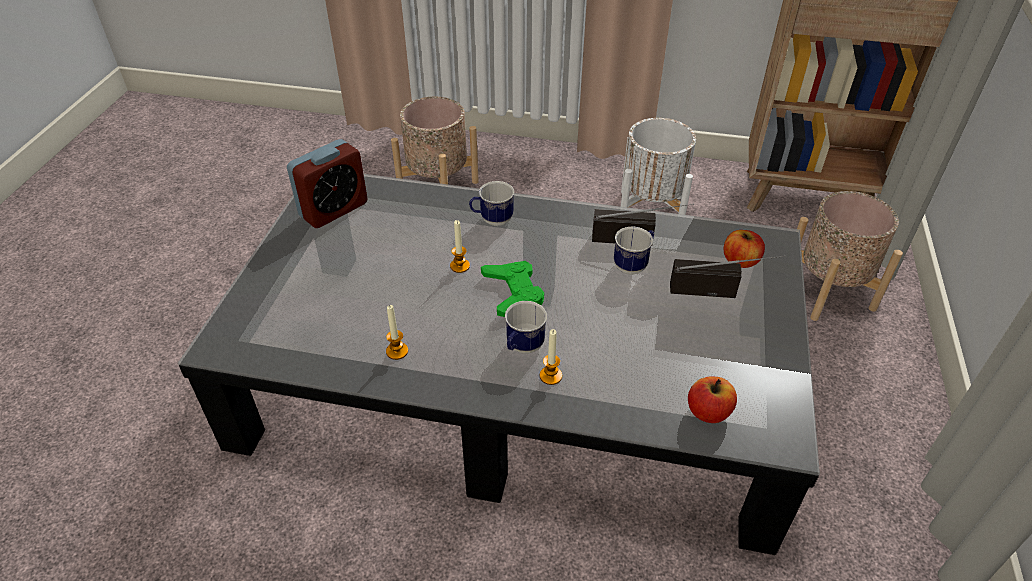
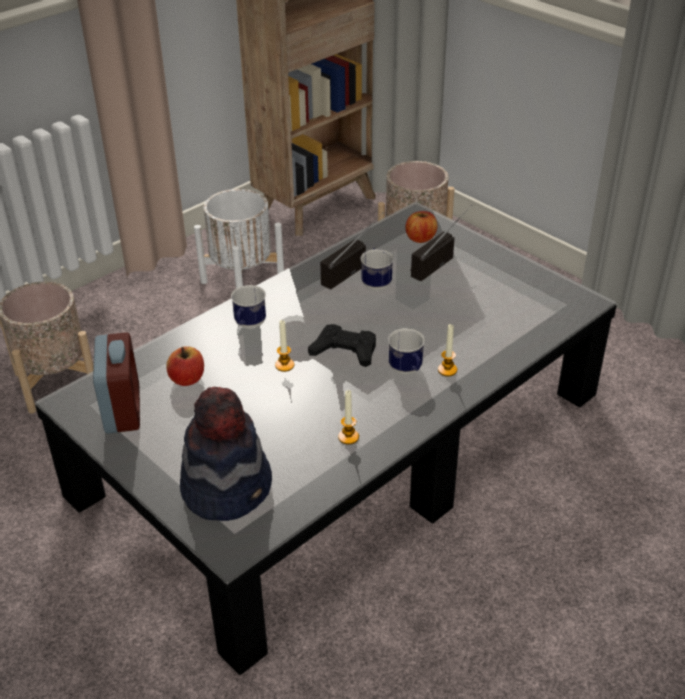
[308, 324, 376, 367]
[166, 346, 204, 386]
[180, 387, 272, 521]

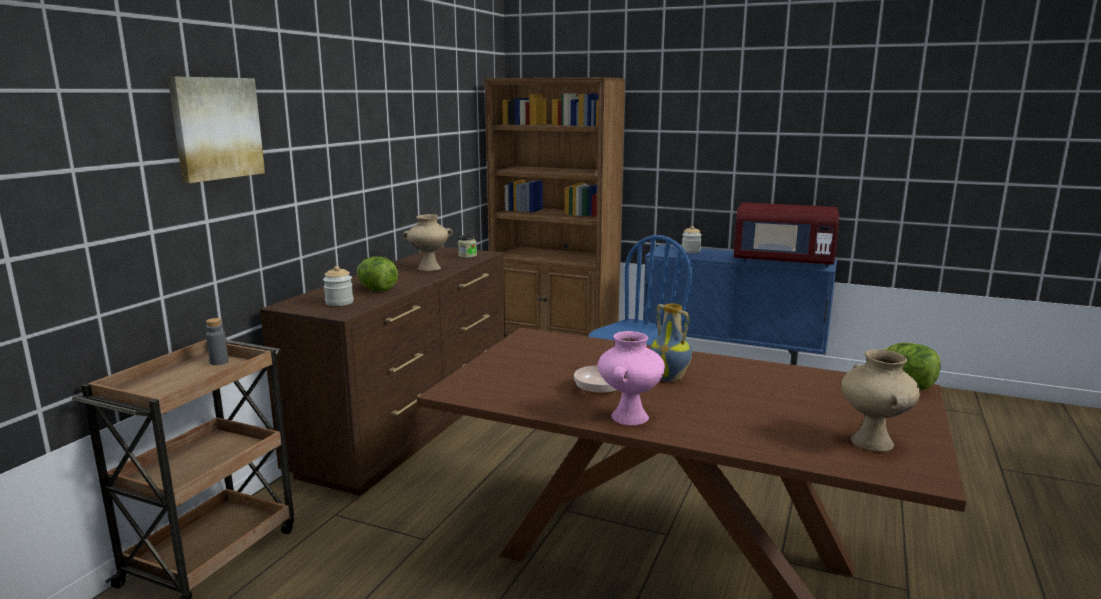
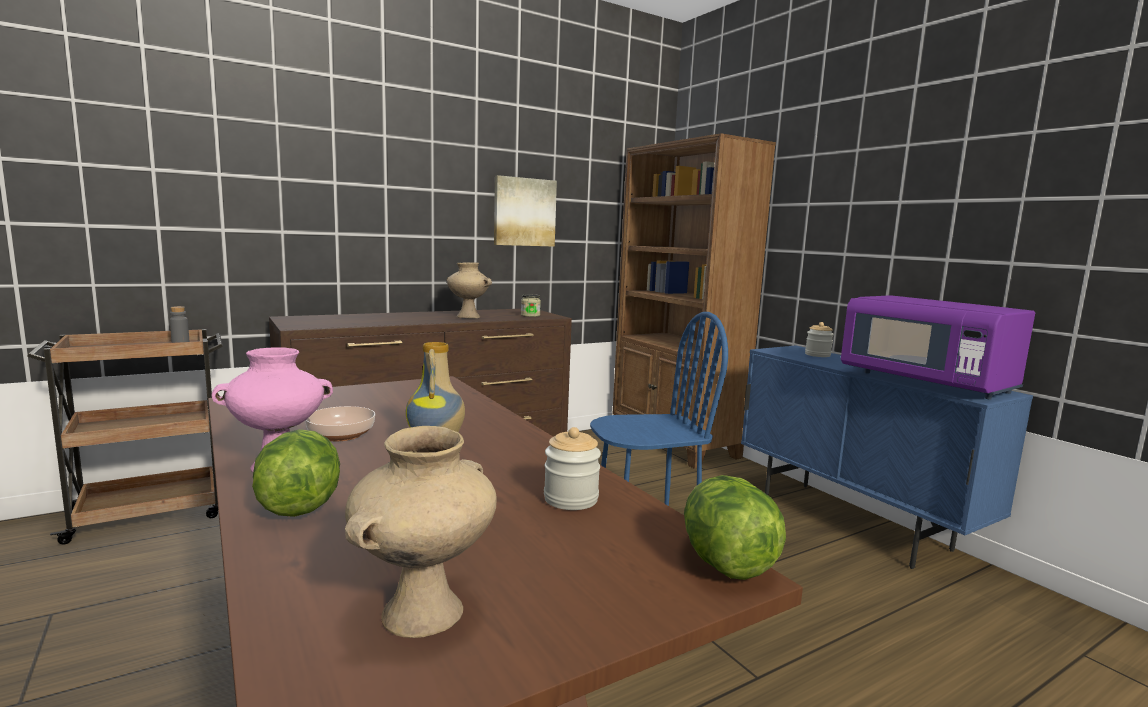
[494, 175, 557, 247]
[544, 427, 601, 510]
[252, 429, 340, 517]
[841, 295, 1035, 399]

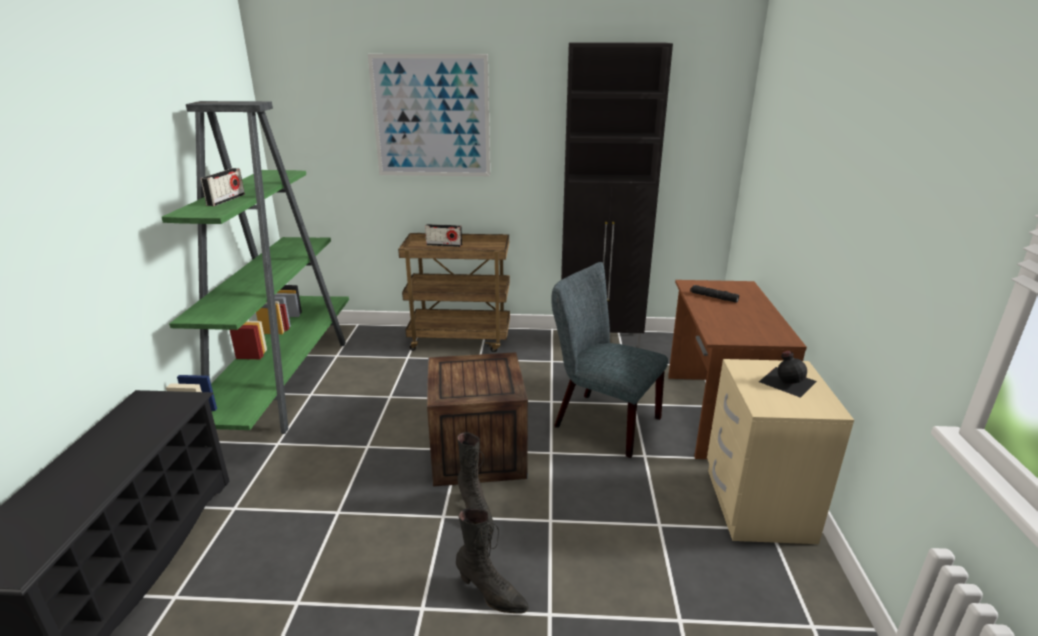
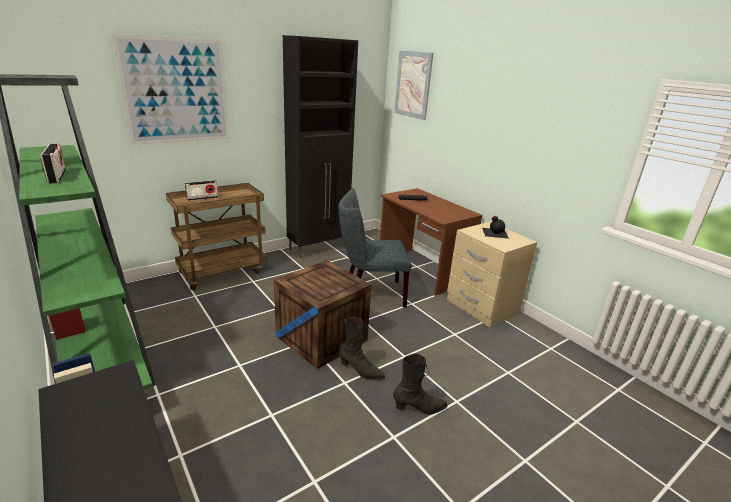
[394, 51, 433, 120]

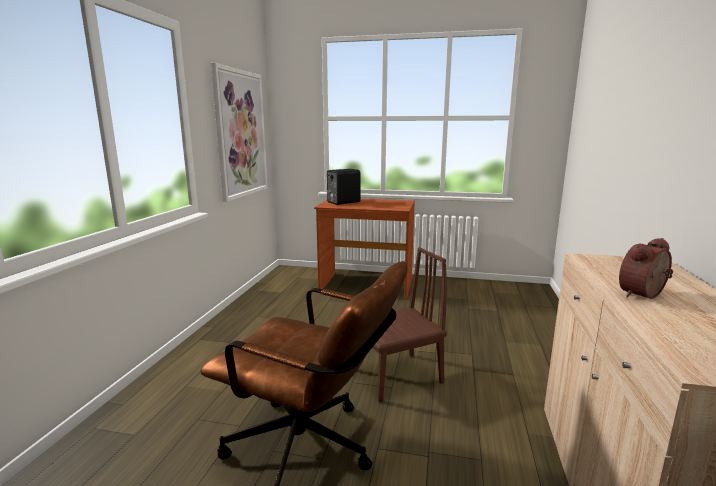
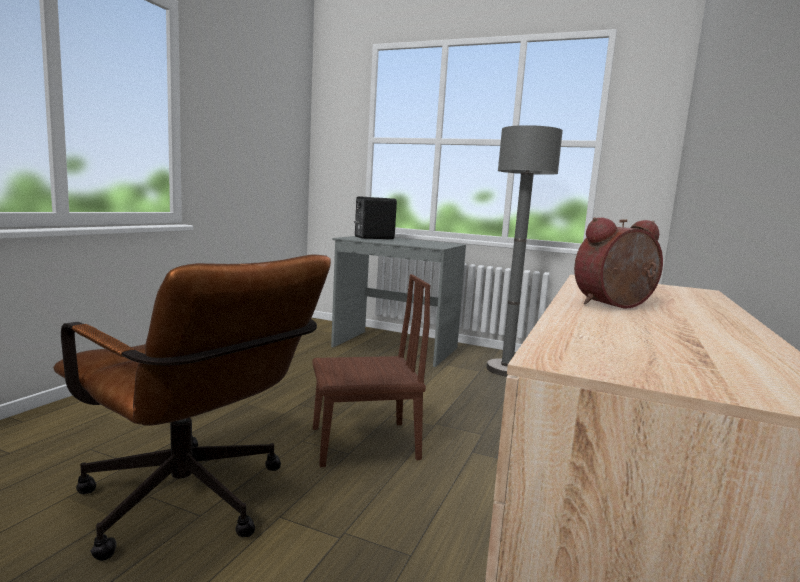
[211, 63, 268, 202] (first image)
[331, 236, 466, 367]
[486, 125, 563, 377]

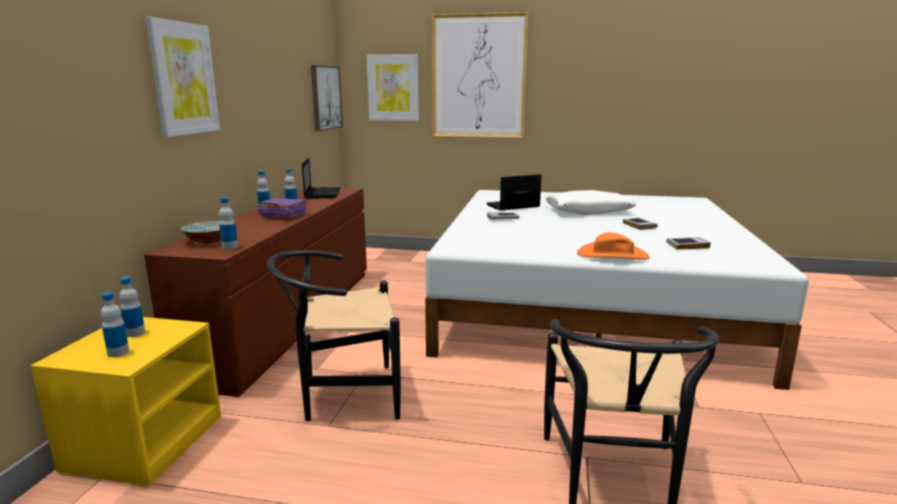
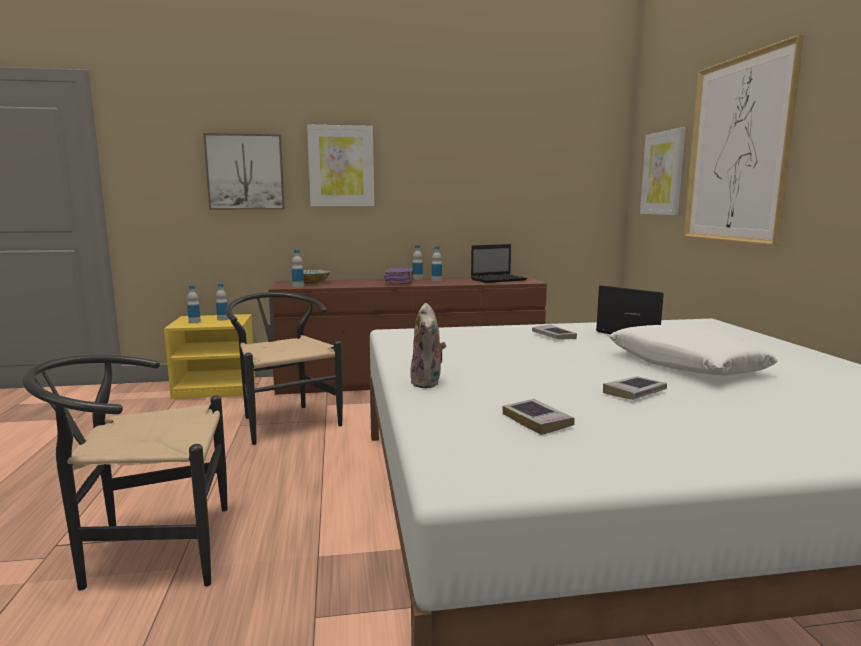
[203, 133, 285, 210]
[410, 303, 446, 388]

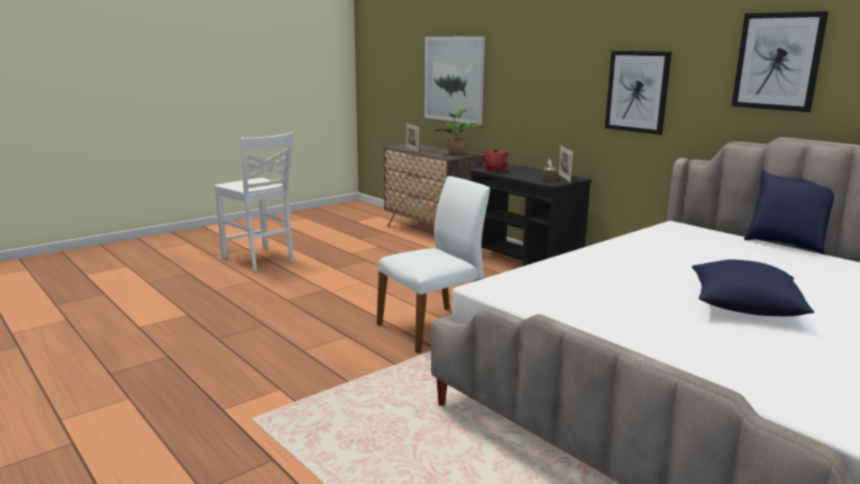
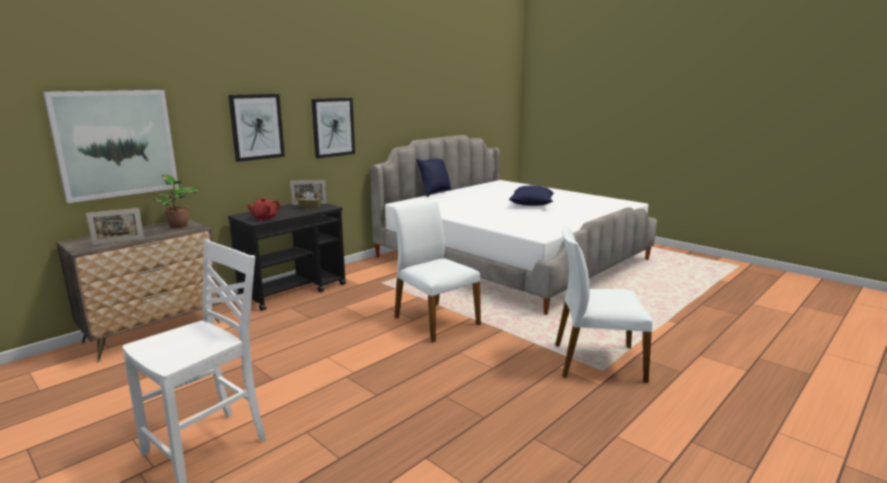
[228, 94, 285, 162]
[555, 225, 653, 383]

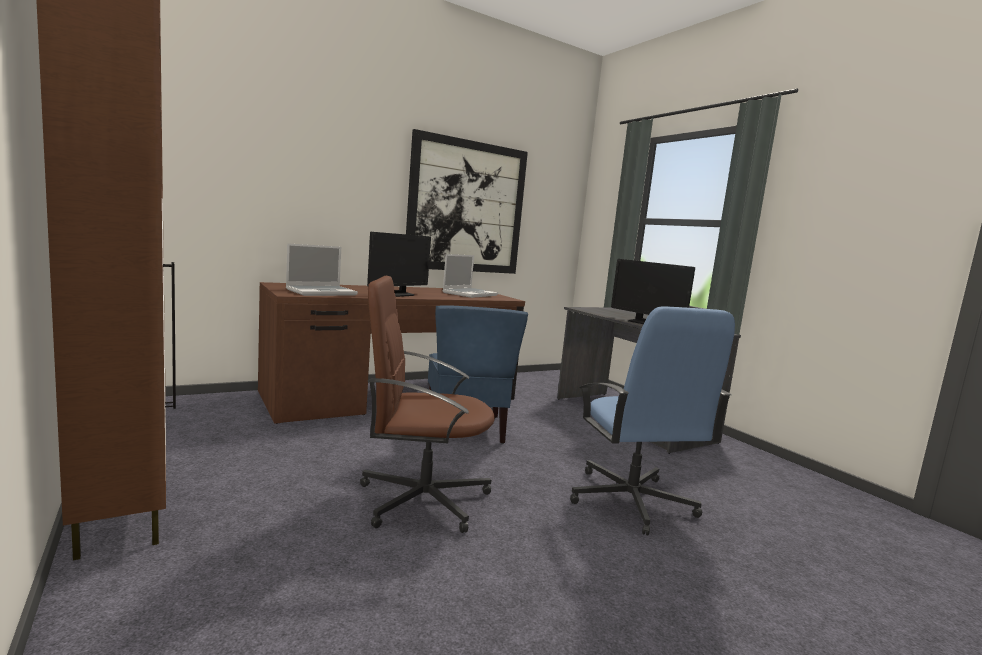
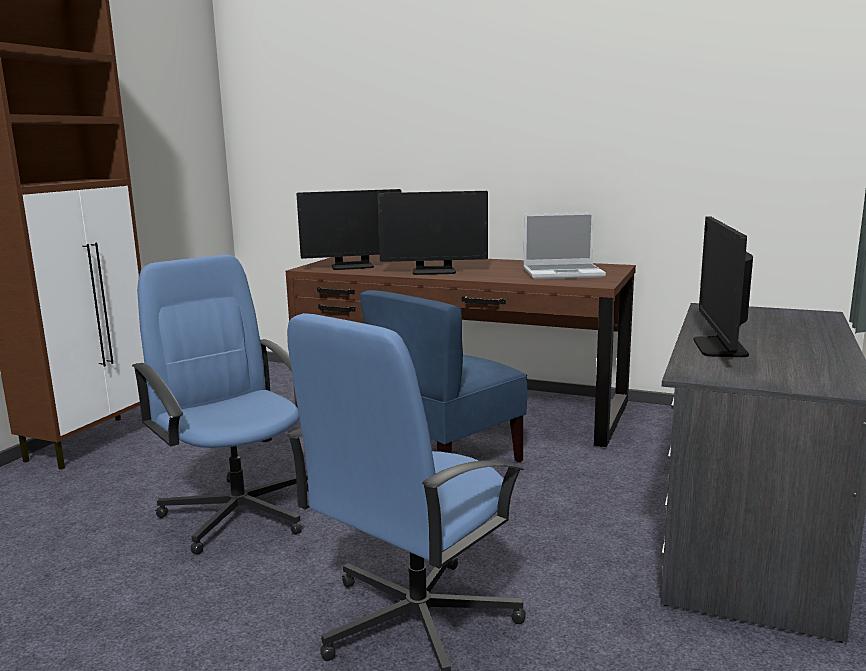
[297, 189, 401, 270]
[132, 254, 308, 555]
[406, 129, 528, 274] (first image)

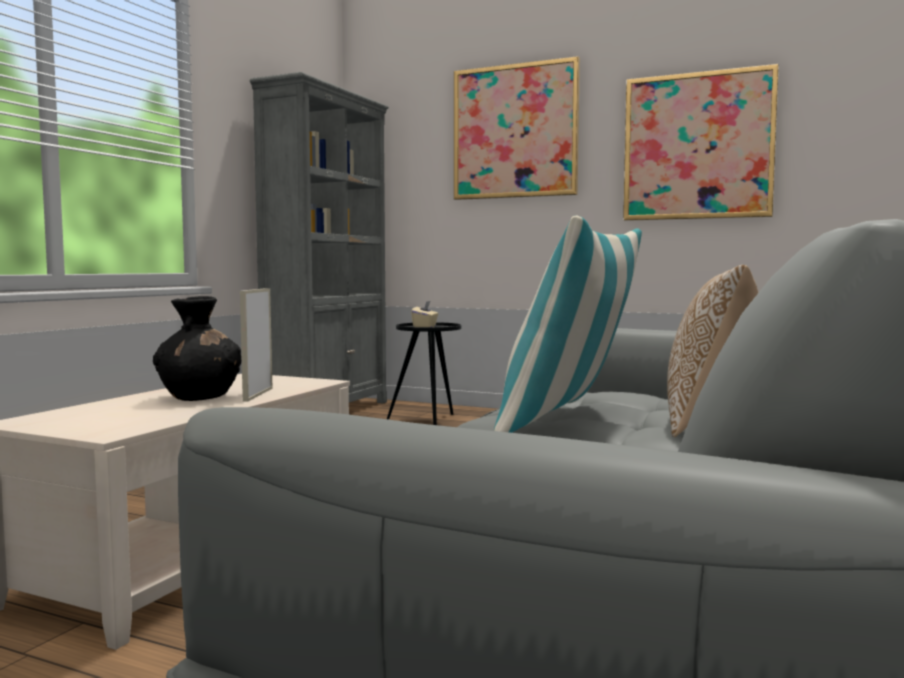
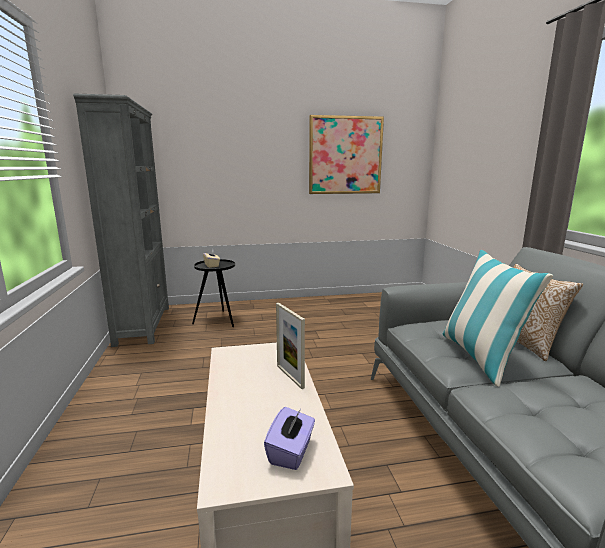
[153, 296, 241, 401] (first image)
[454, 56, 580, 200] (first image)
[264, 407, 315, 470]

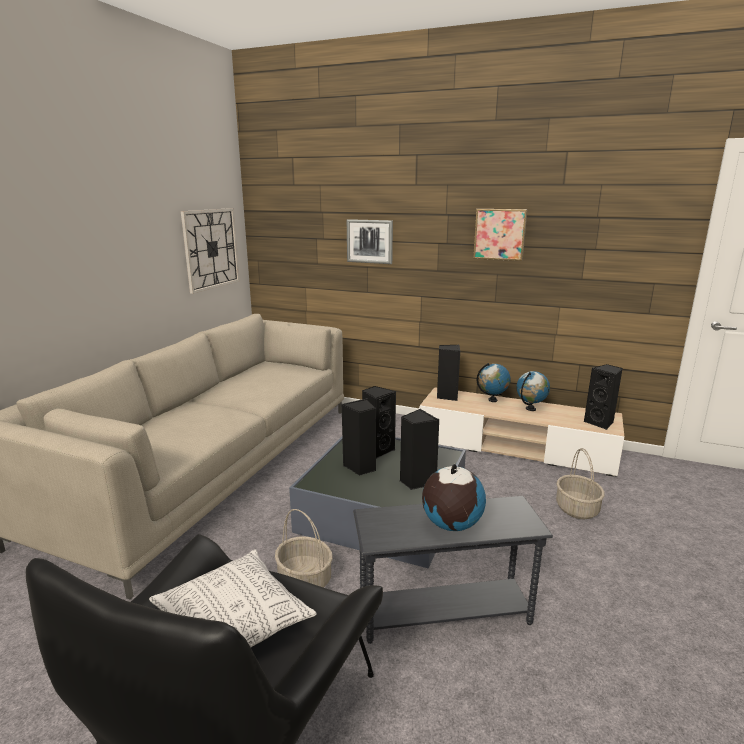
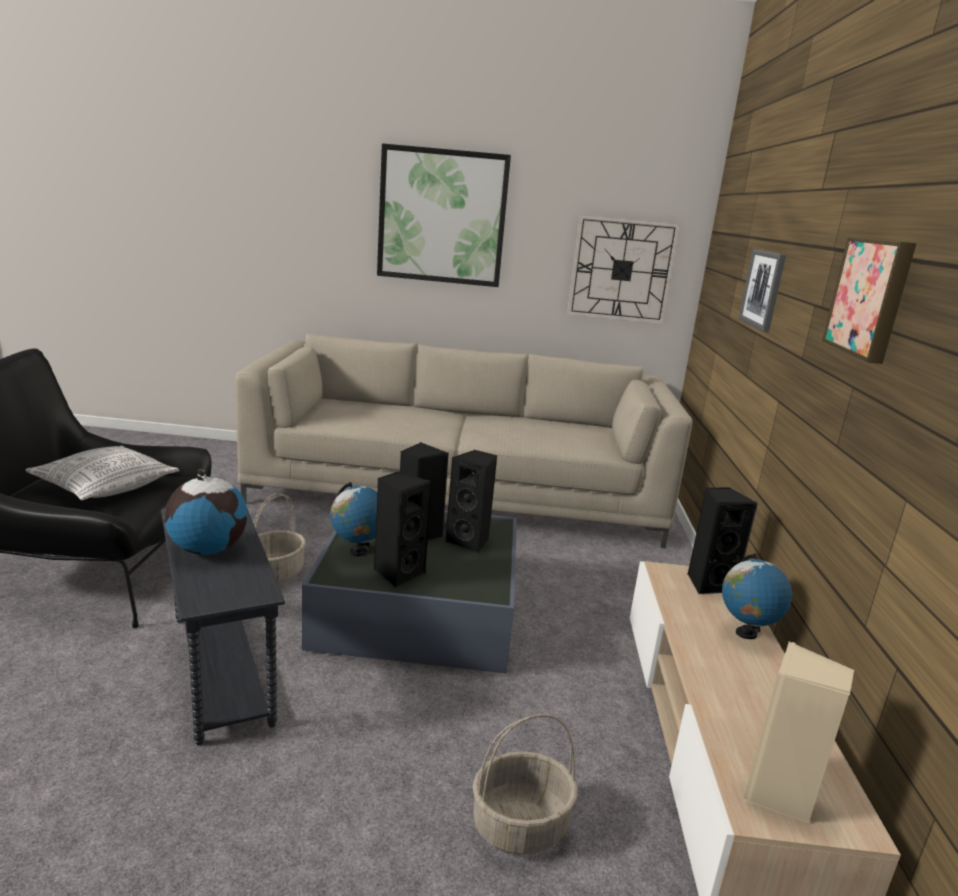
[330, 482, 377, 556]
[743, 642, 854, 823]
[377, 143, 511, 287]

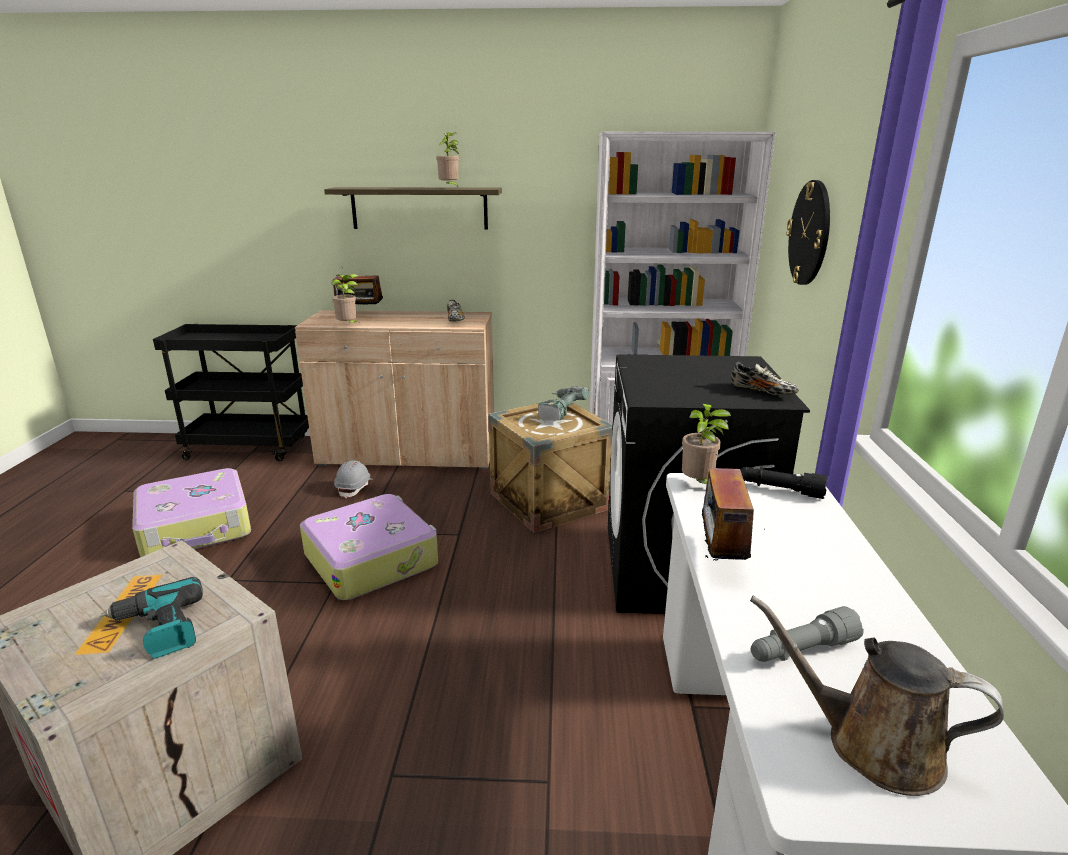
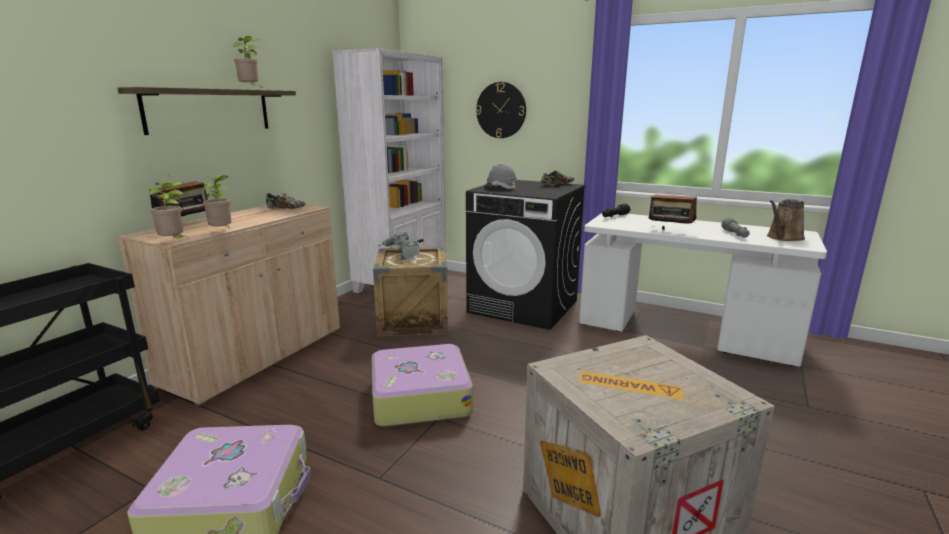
[100, 577, 203, 658] (first image)
[484, 164, 517, 189]
[149, 182, 191, 240]

